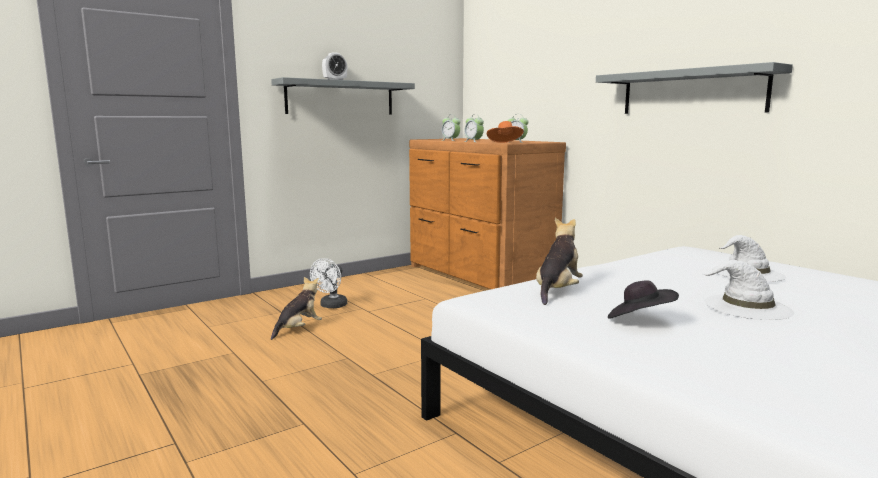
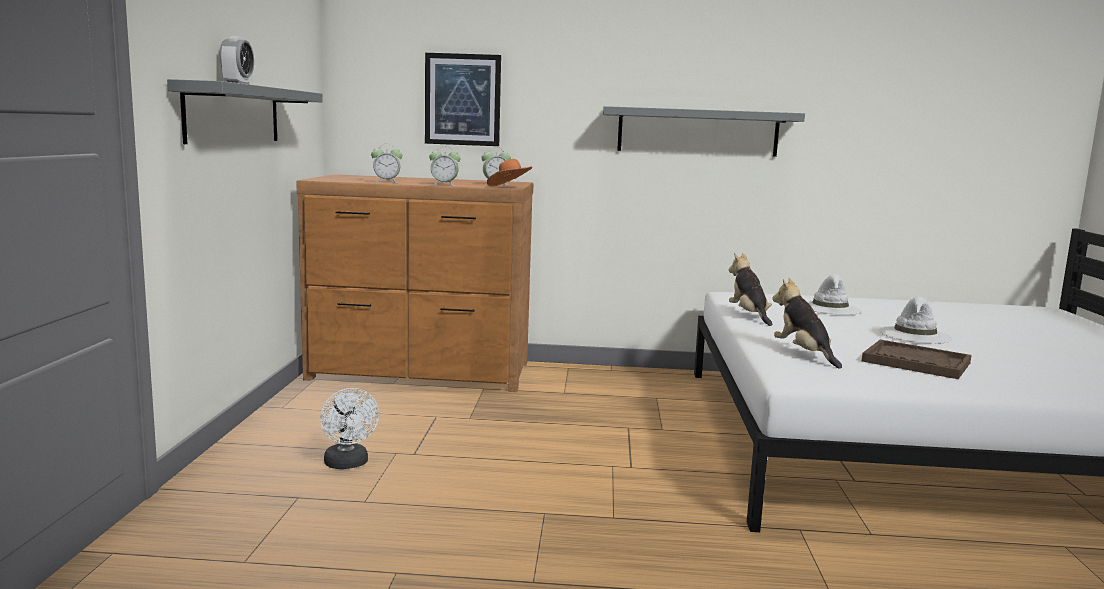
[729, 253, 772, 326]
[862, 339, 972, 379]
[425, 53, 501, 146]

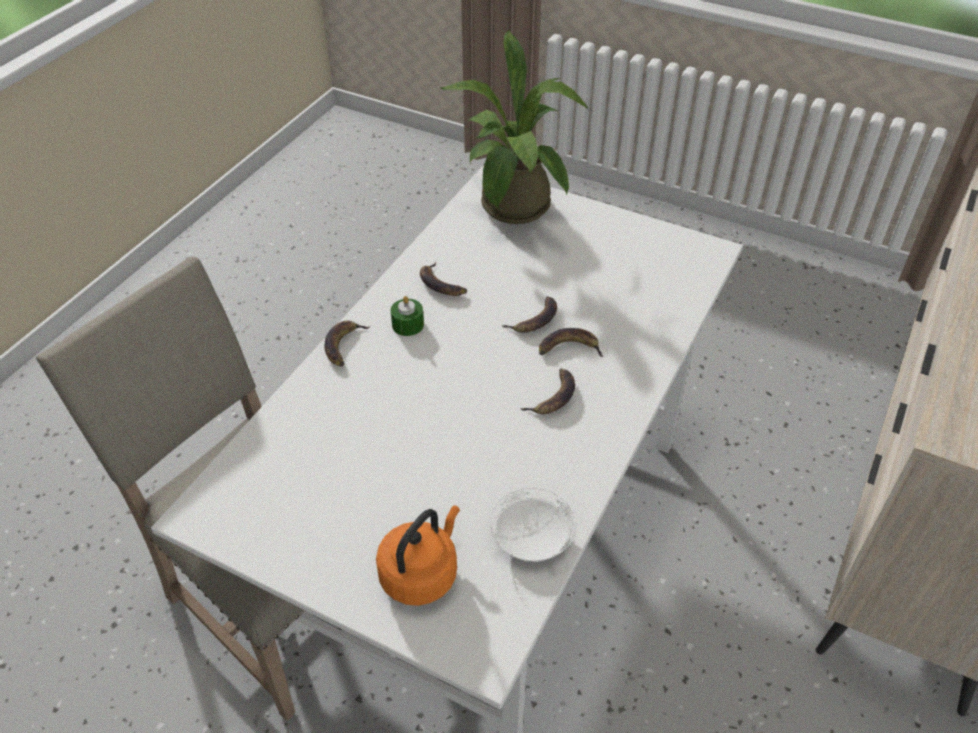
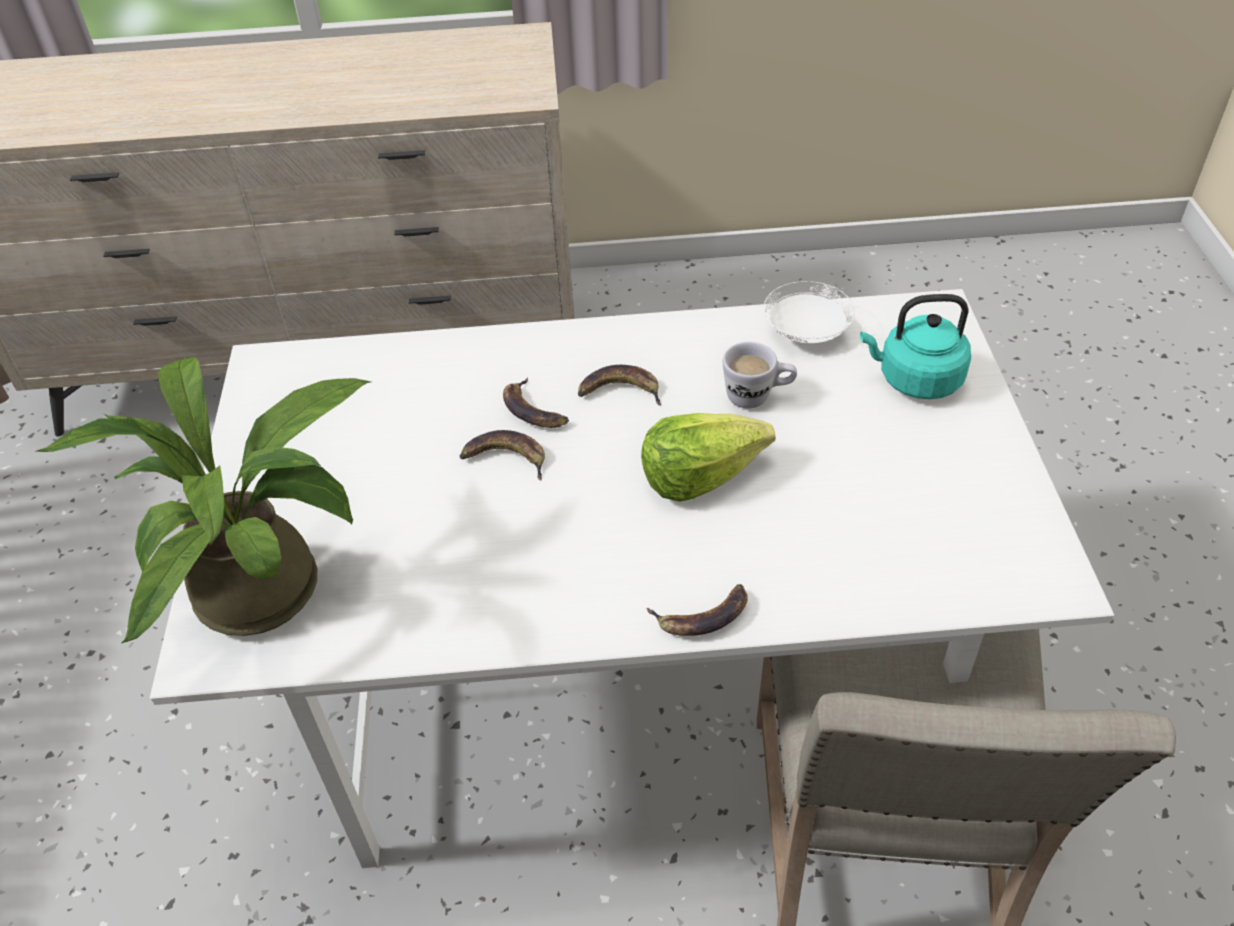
[860, 294, 971, 399]
[391, 296, 424, 336] (first image)
[420, 262, 467, 296] (first image)
[641, 413, 775, 502]
[723, 342, 797, 409]

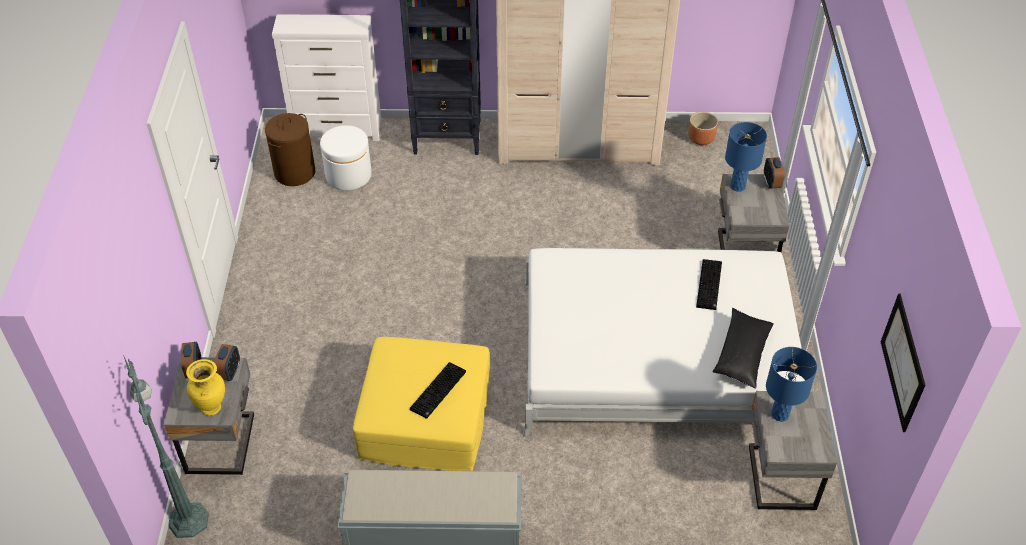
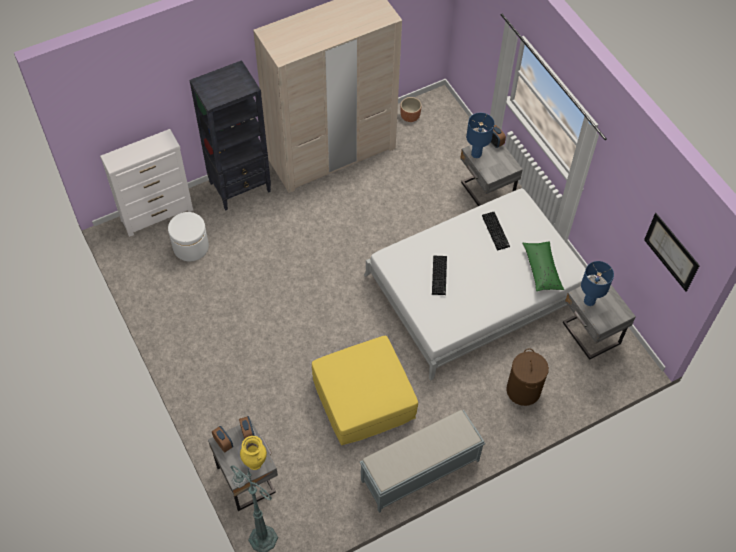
[506, 349, 549, 406]
[432, 256, 447, 295]
[522, 242, 564, 291]

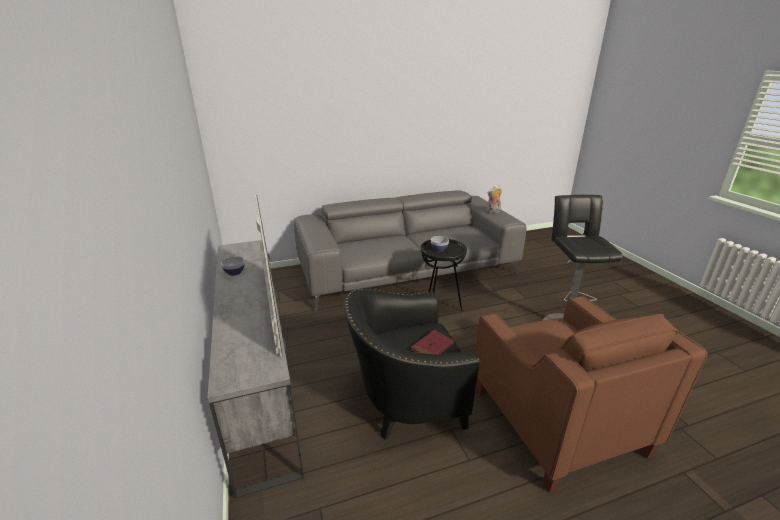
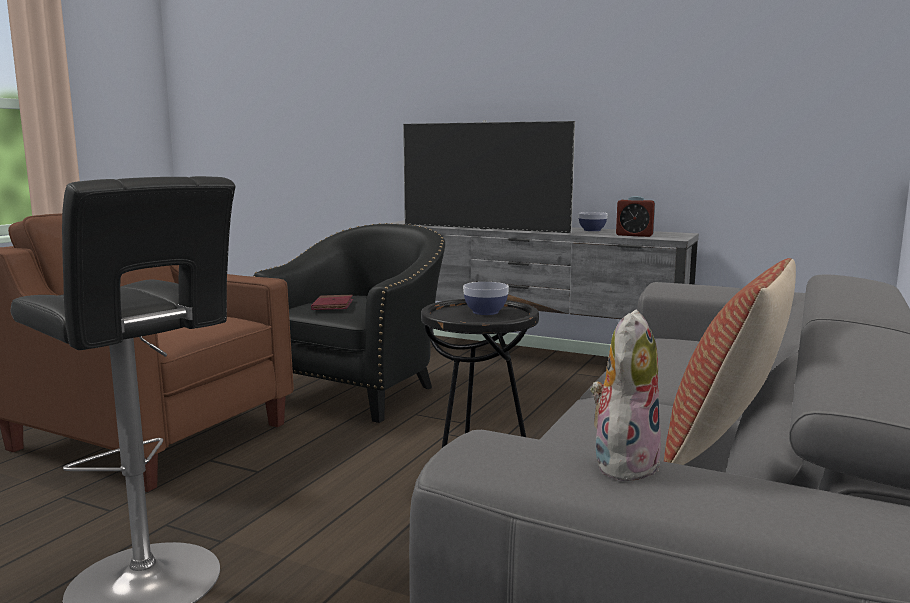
[616, 196, 655, 237]
[664, 258, 796, 465]

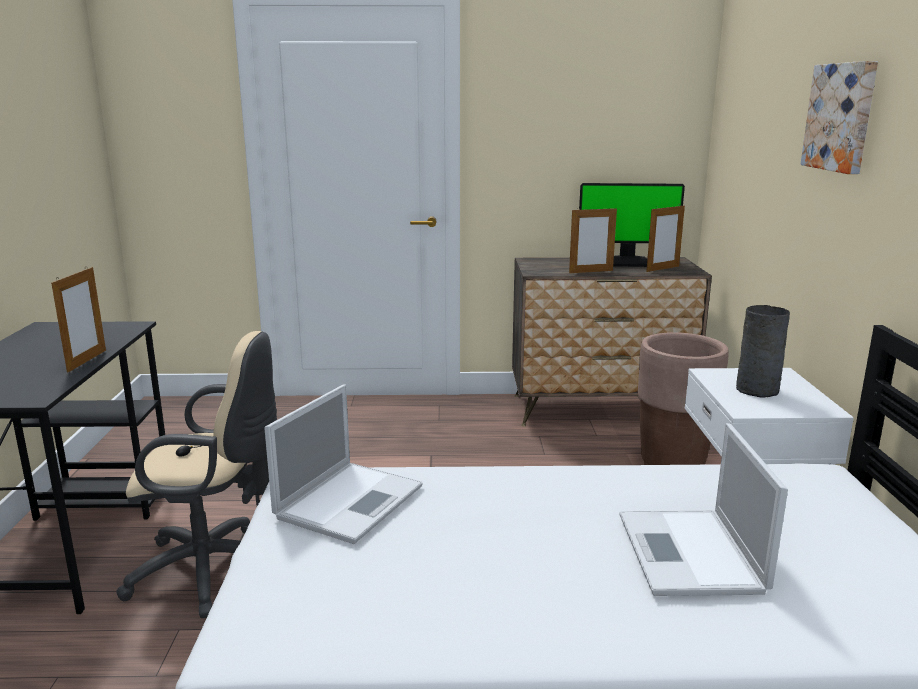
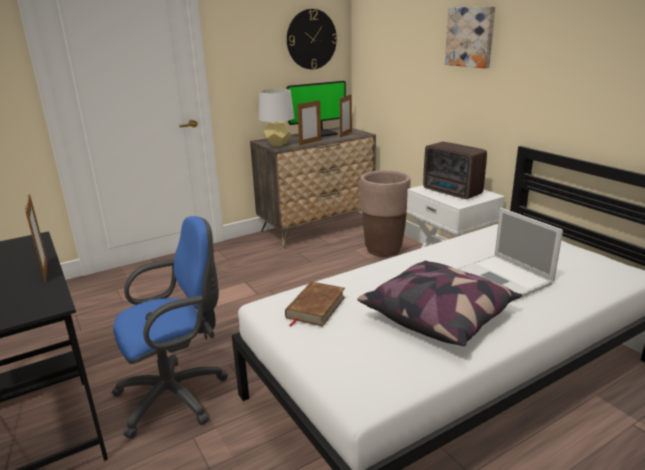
[111, 216, 228, 439]
[285, 281, 345, 327]
[423, 142, 487, 199]
[259, 89, 295, 146]
[287, 9, 337, 69]
[357, 261, 522, 346]

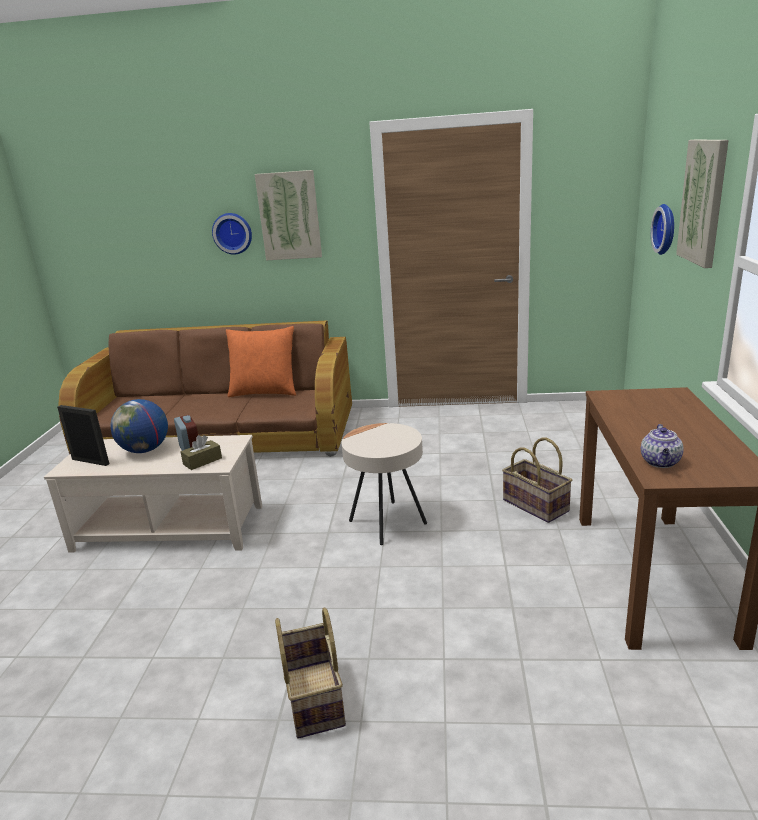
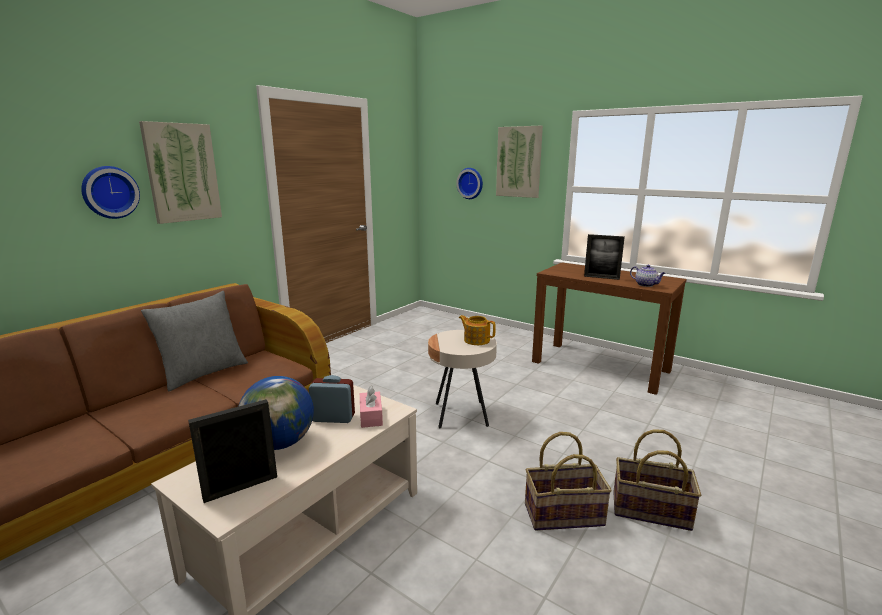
[360, 385, 383, 428]
[141, 291, 248, 391]
[525, 432, 612, 531]
[459, 315, 496, 345]
[584, 234, 625, 280]

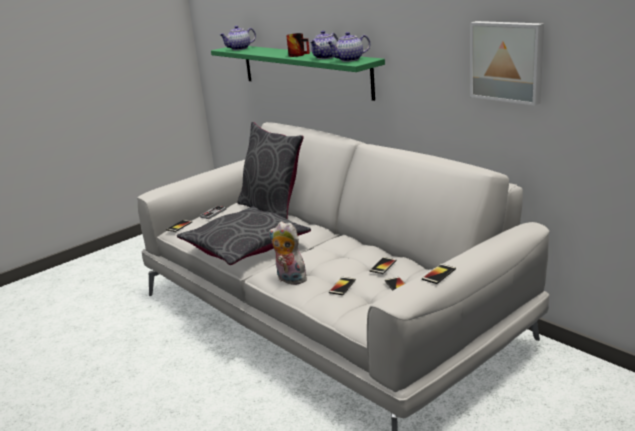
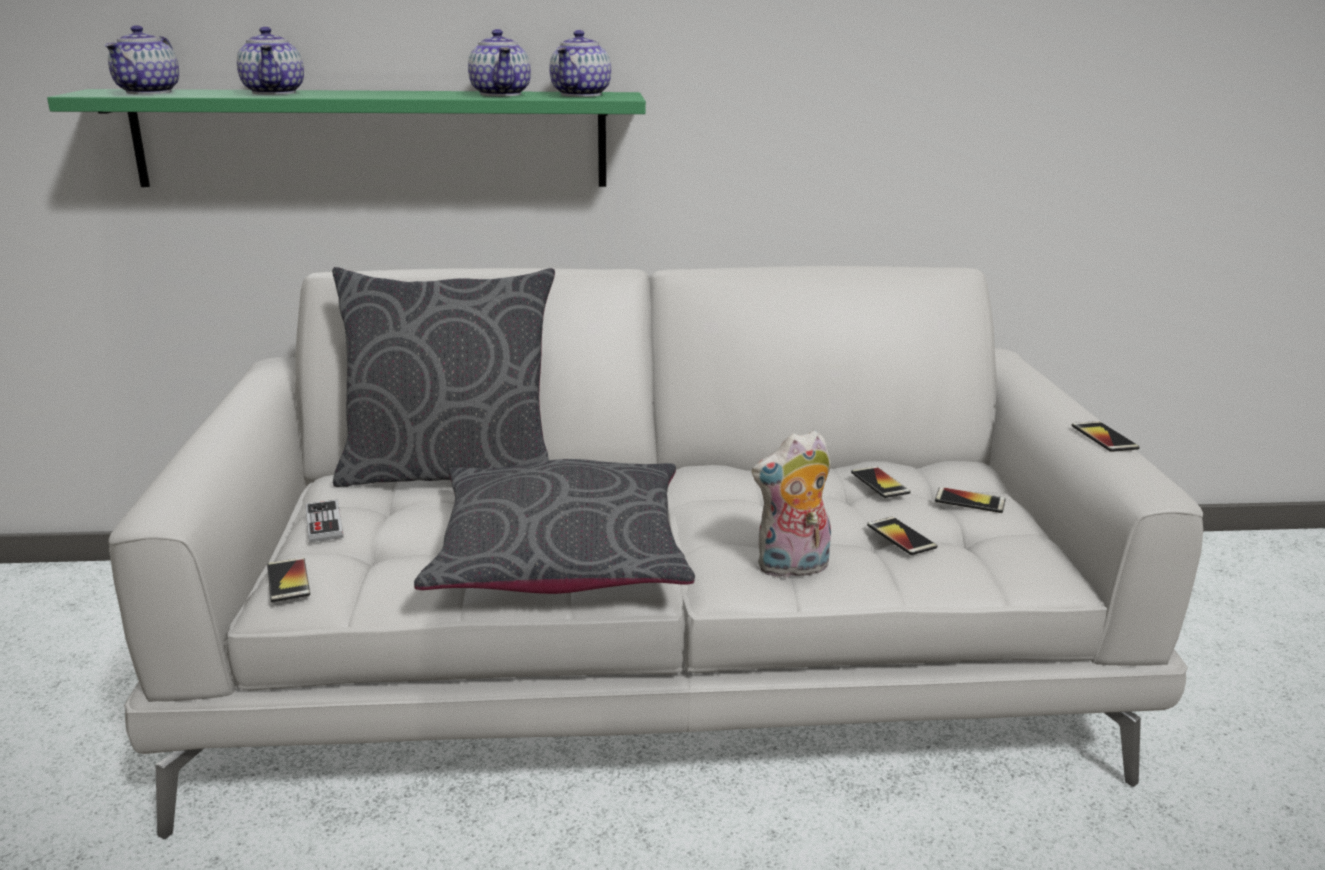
[286, 33, 310, 57] (first image)
[470, 21, 544, 106] (first image)
[237, 27, 304, 95]

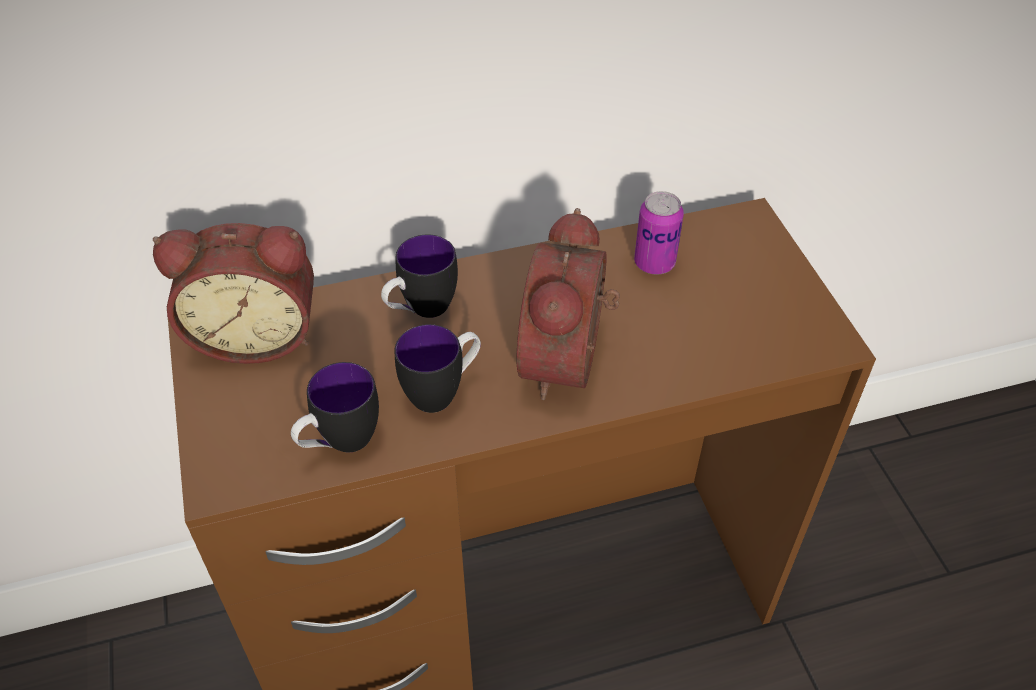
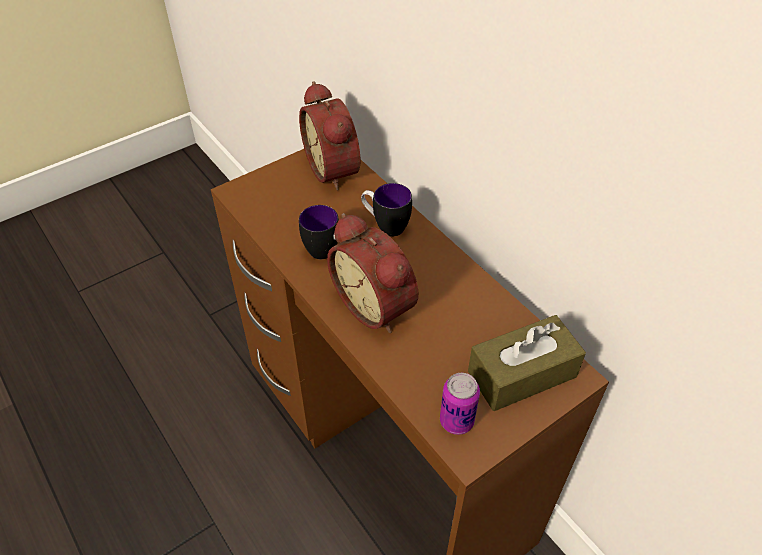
[291, 362, 379, 452] (first image)
[327, 213, 418, 333]
[440, 373, 480, 435]
[468, 315, 586, 411]

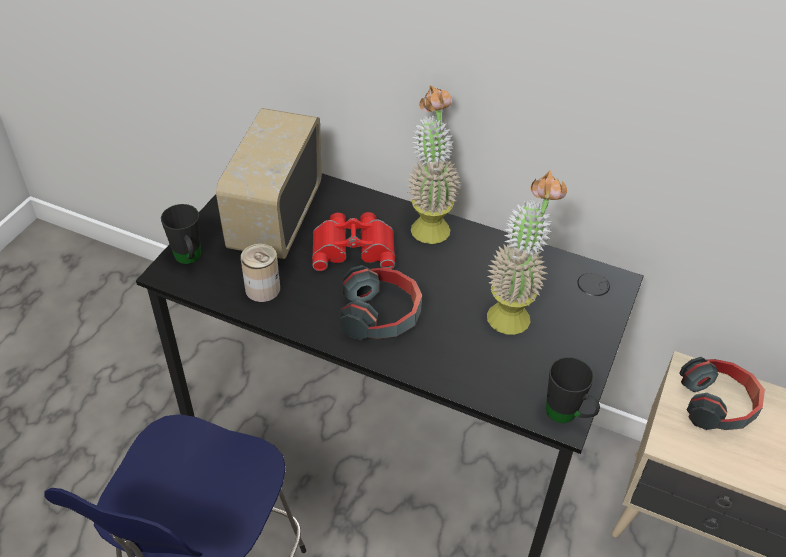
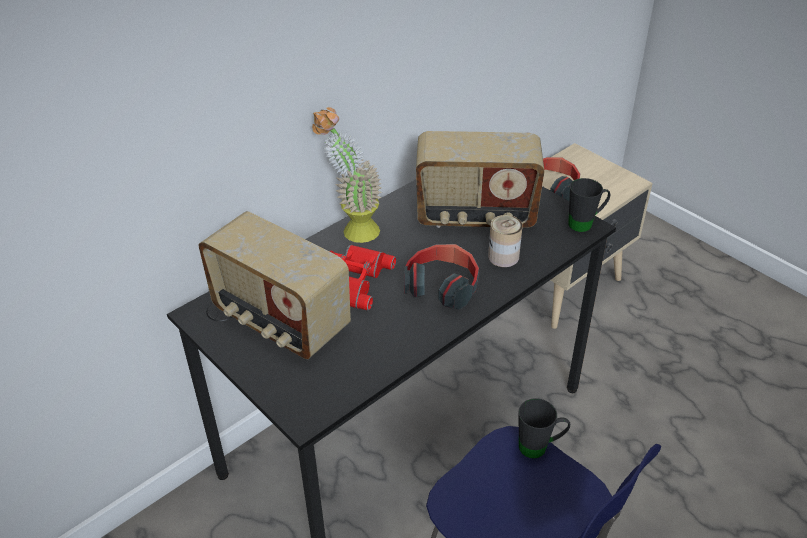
[519, 398, 570, 459]
[488, 215, 523, 267]
[416, 131, 545, 228]

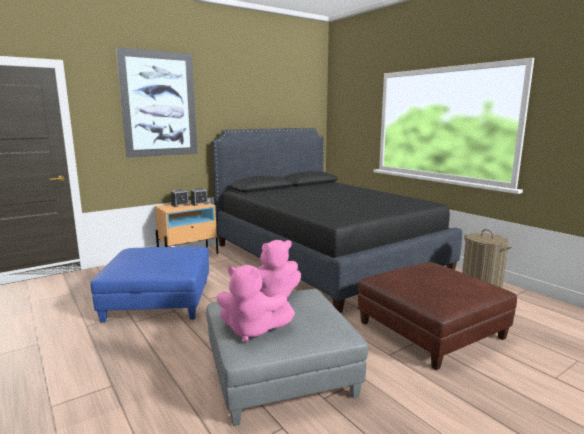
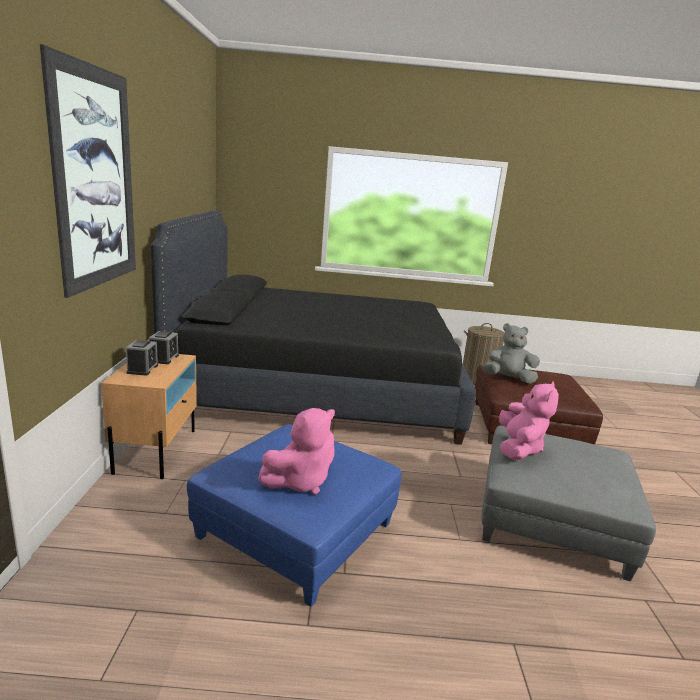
[258, 408, 335, 495]
[482, 323, 540, 384]

